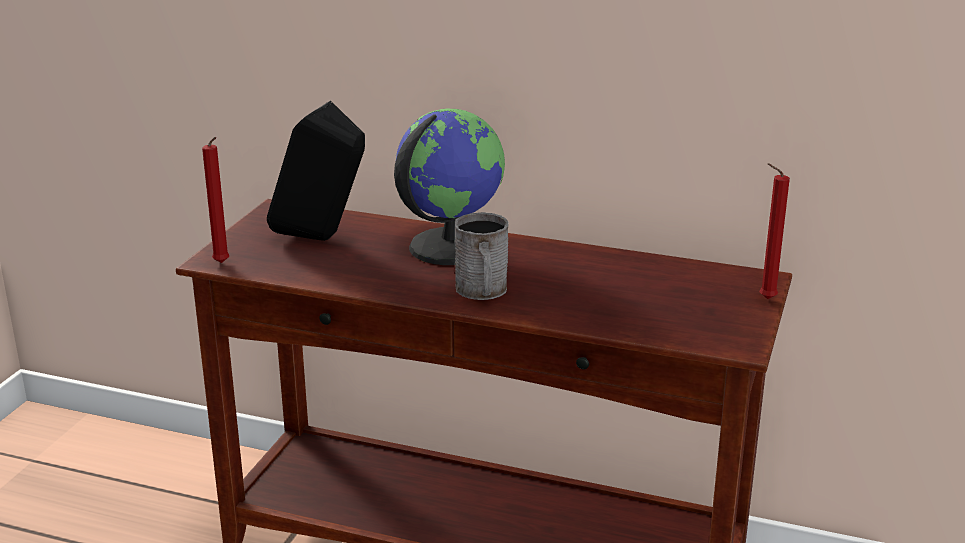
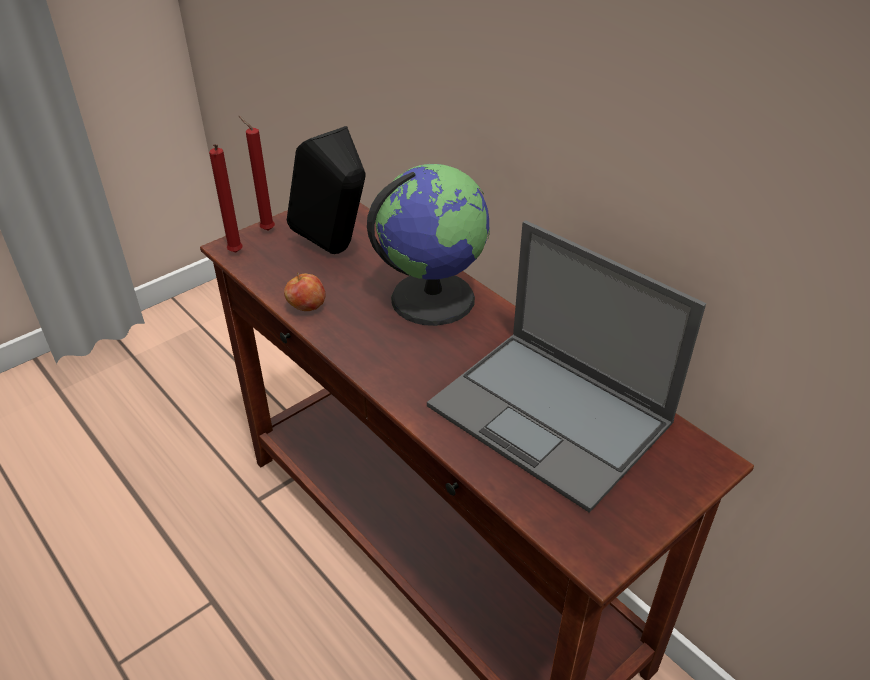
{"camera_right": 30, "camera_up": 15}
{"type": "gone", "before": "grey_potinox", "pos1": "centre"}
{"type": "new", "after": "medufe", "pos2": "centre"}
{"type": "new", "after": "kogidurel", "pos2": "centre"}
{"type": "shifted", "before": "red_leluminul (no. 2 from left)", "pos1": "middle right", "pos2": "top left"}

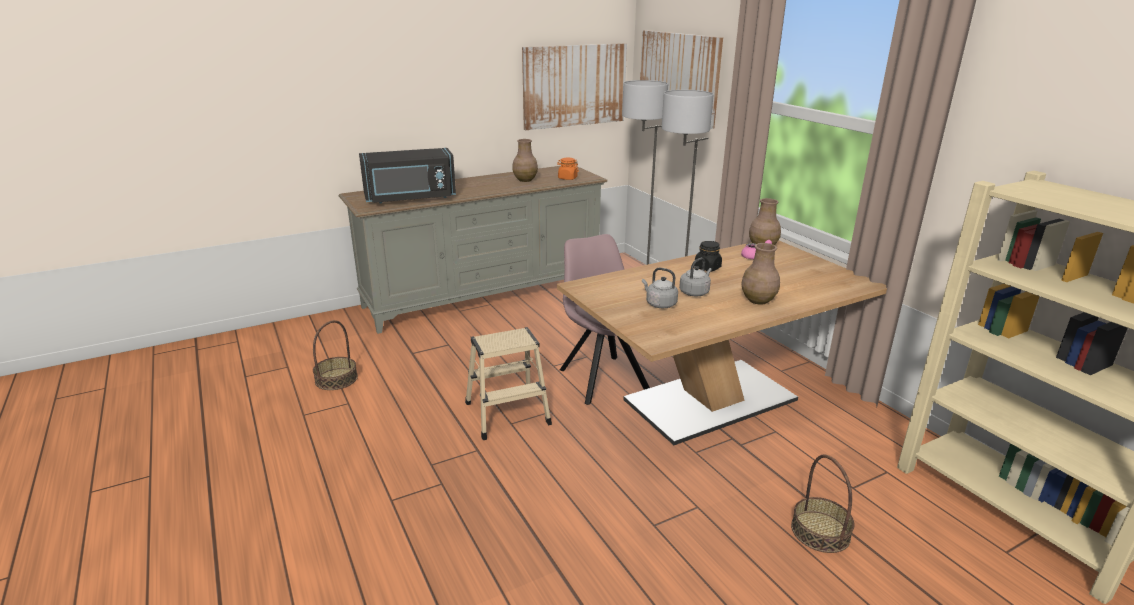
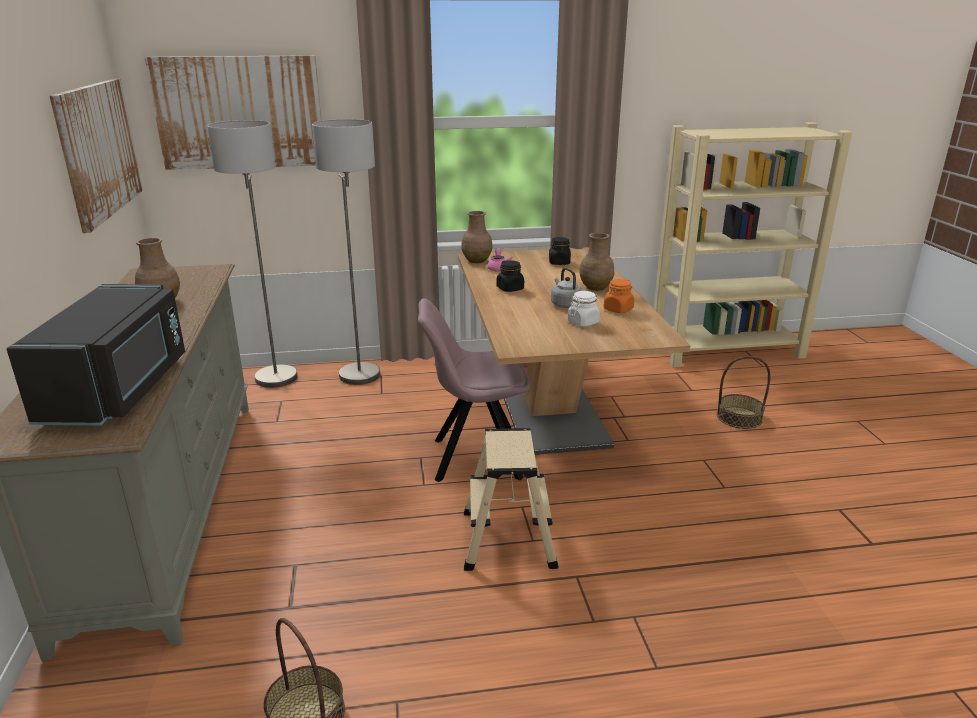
{"camera_right": -70, "camera_up": 0}
{"type": "new", "after": "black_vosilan (no. 2 from left)", "pos2": "centre"}
{"type": "shifted", "before": "orange_vosilan", "pos1": "top centre", "pos2": "centre"}
{"type": "swapped", "before": "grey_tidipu (no. 1 from left)", "after": "white_vosilan", "pos1": "centre", "pos2": "centre"}

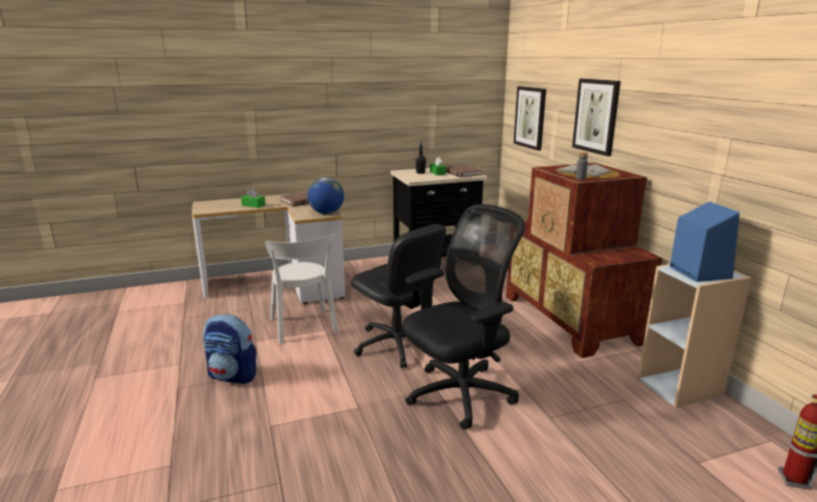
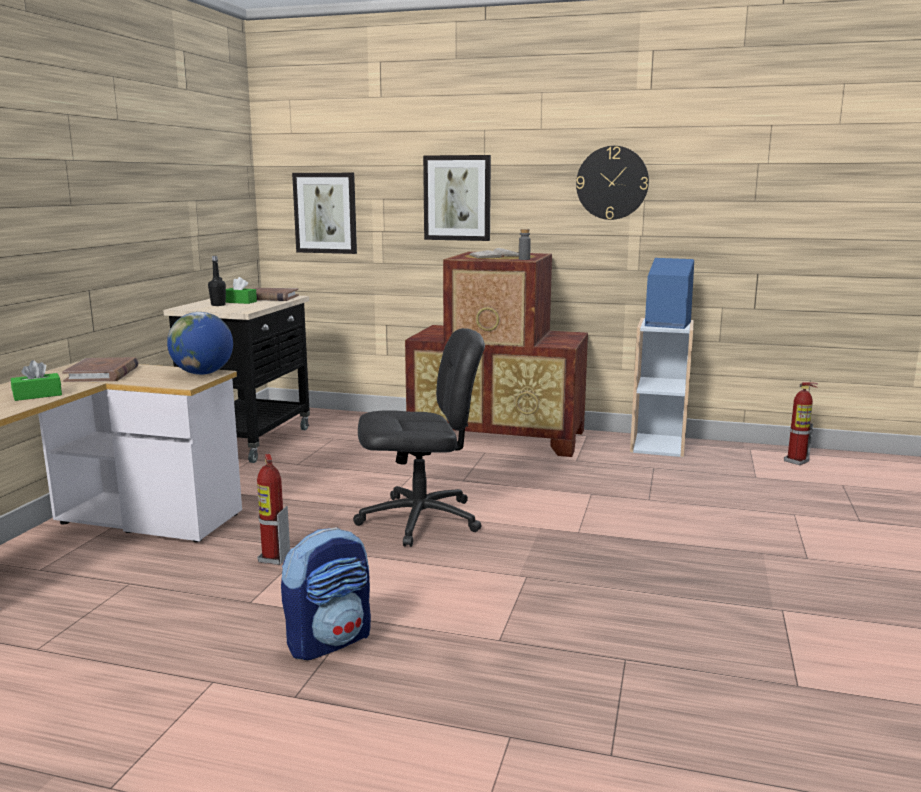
{"camera_right": -55, "camera_up": -5}
{"type": "gone", "before": "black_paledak (no. 2 from left)", "pos1": "centre"}
{"type": "new", "after": "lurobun", "pos2": "top centre"}
{"type": "swapped", "before": "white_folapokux", "after": "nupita (no. 1 from left)", "pos1": "centre", "pos2": "middle left"}

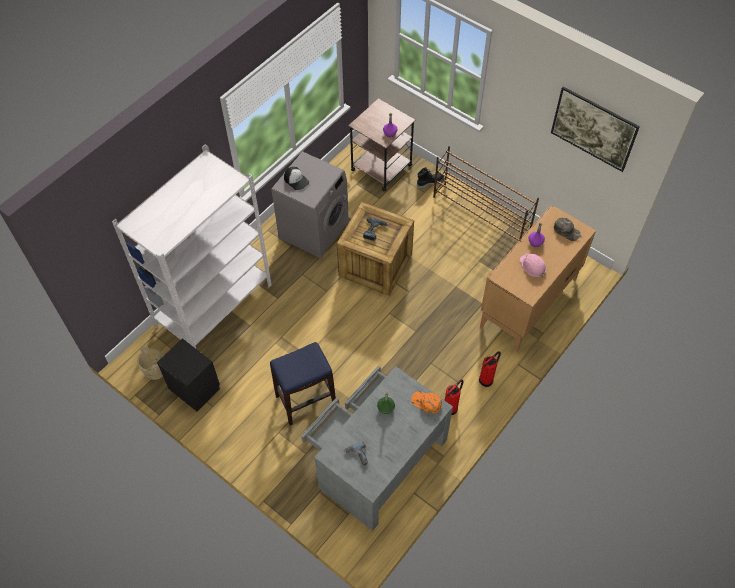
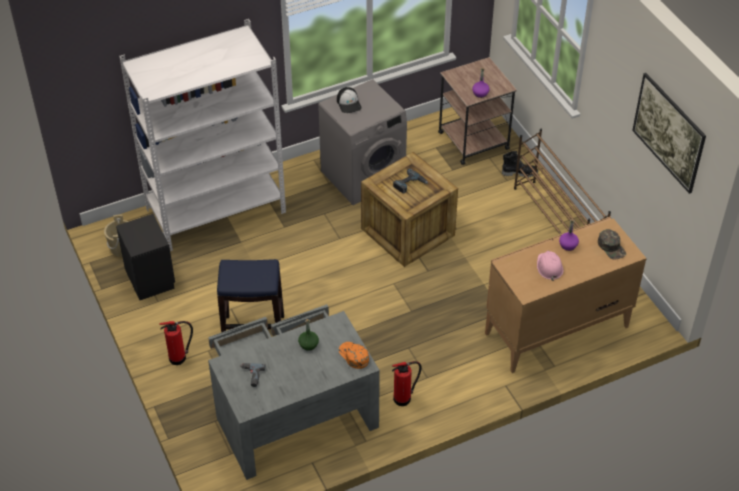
{"camera_right": 25, "camera_up": -10}
{"type": "shifted", "before": "nupita (no. 2 from left in the first image)", "after": "nupita (no. 1 from left)", "pos1": "middle right", "pos2": "bottom left"}

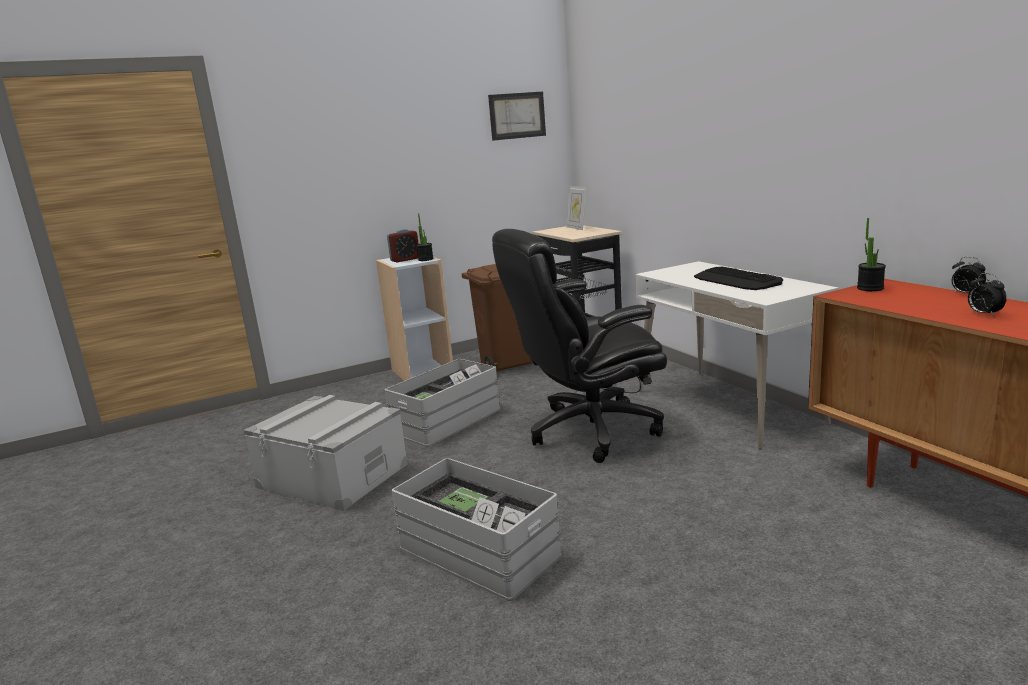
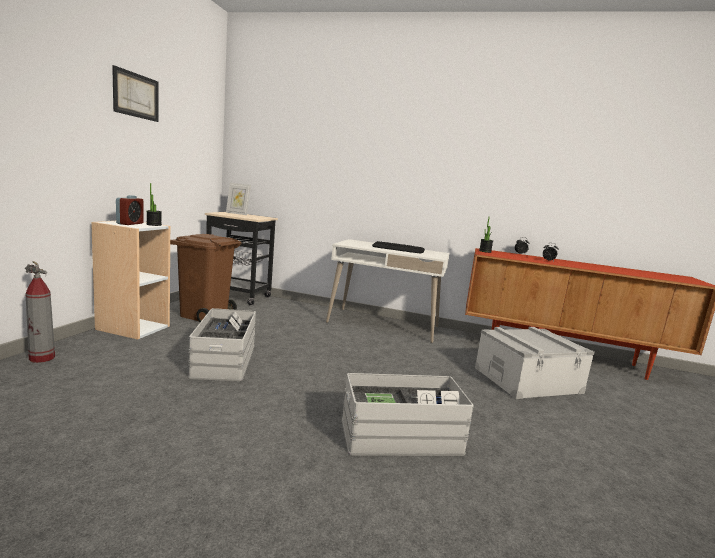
{"camera_right": -50, "camera_up": -5}
{"type": "gone", "before": "black_paledak", "pos1": "centre"}
{"type": "new", "after": "nupita", "pos2": "middle left"}
{"type": "shifted", "before": "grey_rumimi (no. 1 from left in the first image)", "after": "grey_rumimi (no. 3 from left)", "pos1": "middle left", "pos2": "middle right"}
{"type": "shifted", "before": "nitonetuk", "pos1": "top centre", "pos2": "top left"}

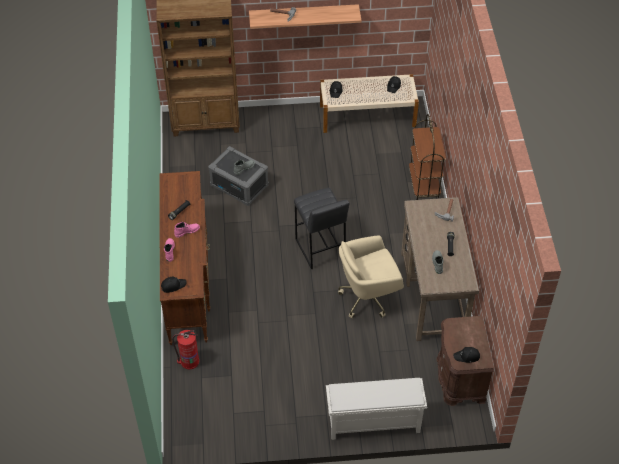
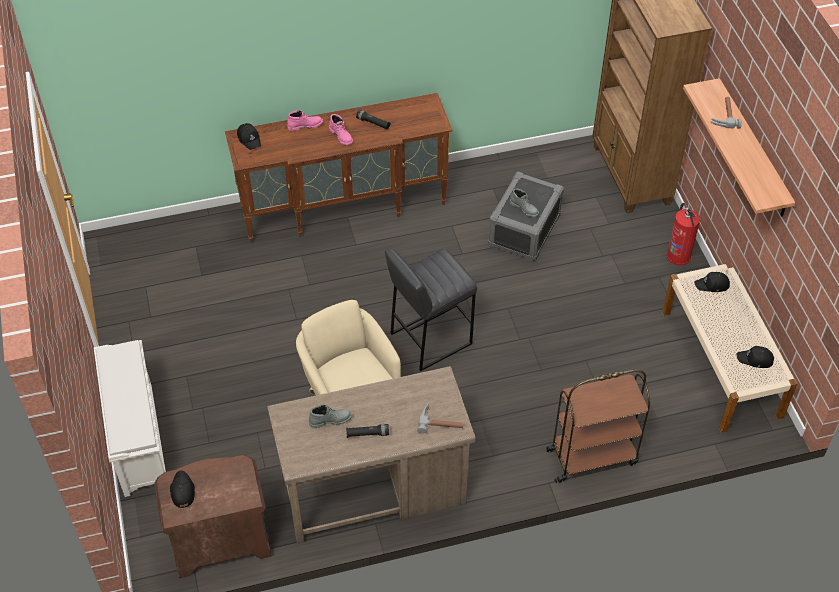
{"camera_right": 80, "camera_up": 0}
{"type": "shifted", "before": "nupita", "pos1": "bottom left", "pos2": "middle right"}

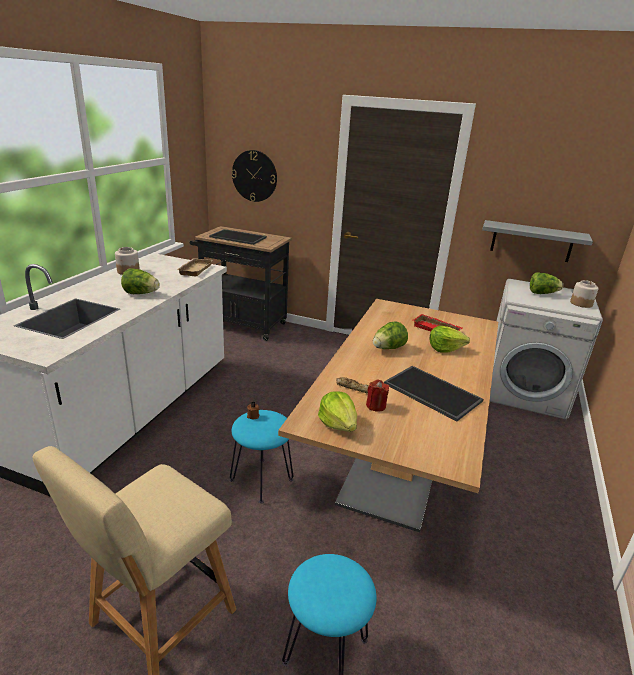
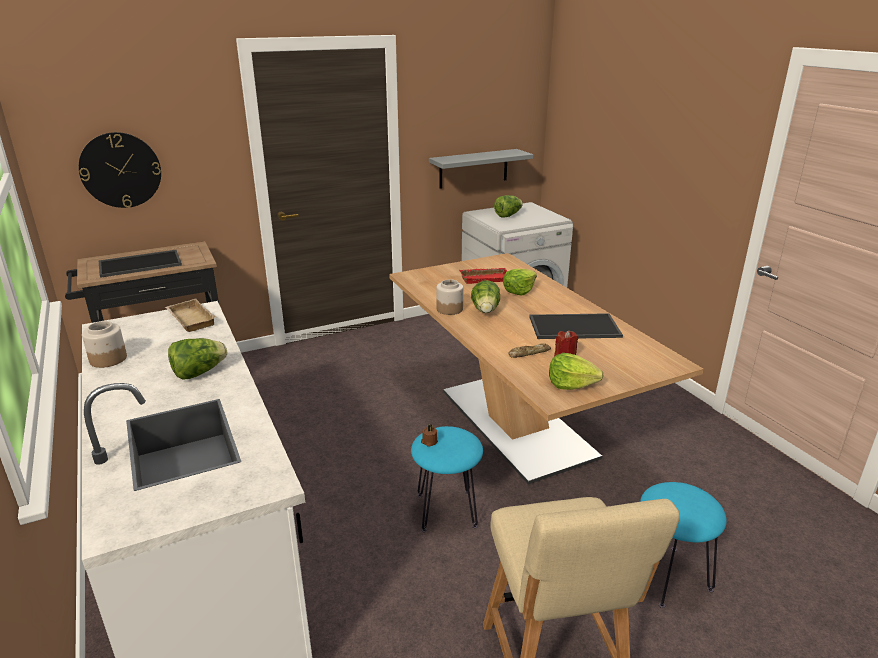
{"camera_right": -45, "camera_up": 0}
{"type": "shifted", "before": "vosilan (no. 2 from left)", "pos1": "middle right", "pos2": "centre"}

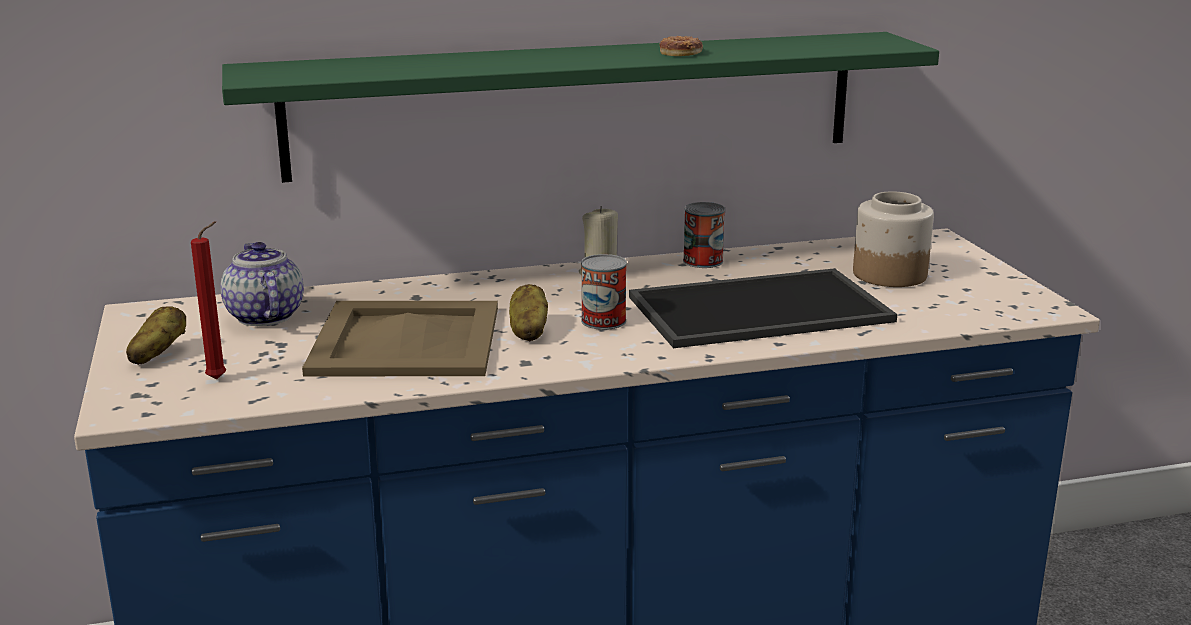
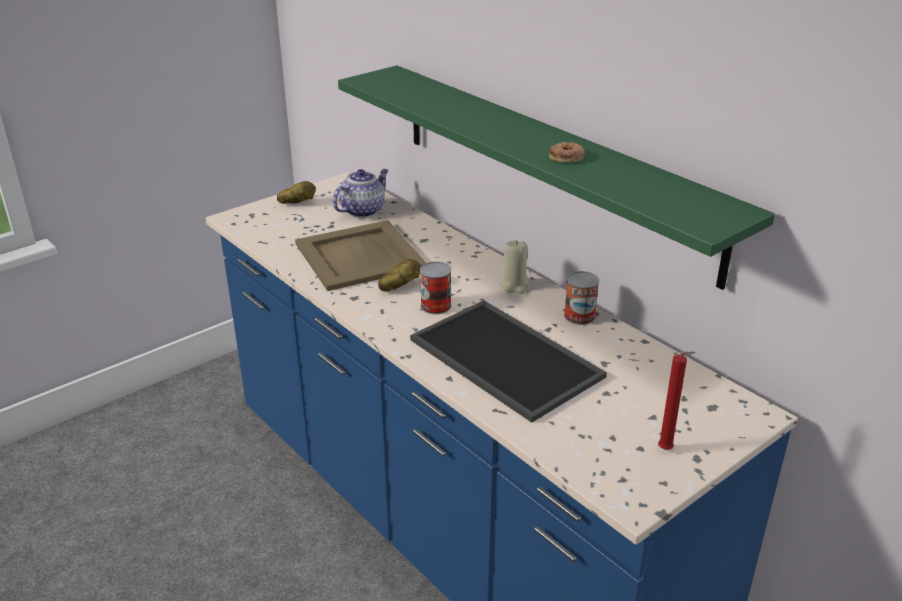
{"camera_right": 65, "camera_up": 10}
{"type": "gone", "before": "vosilan", "pos1": "middle right"}
{"type": "shifted", "before": "red_leluminul", "pos1": "middle left", "pos2": "bottom right"}

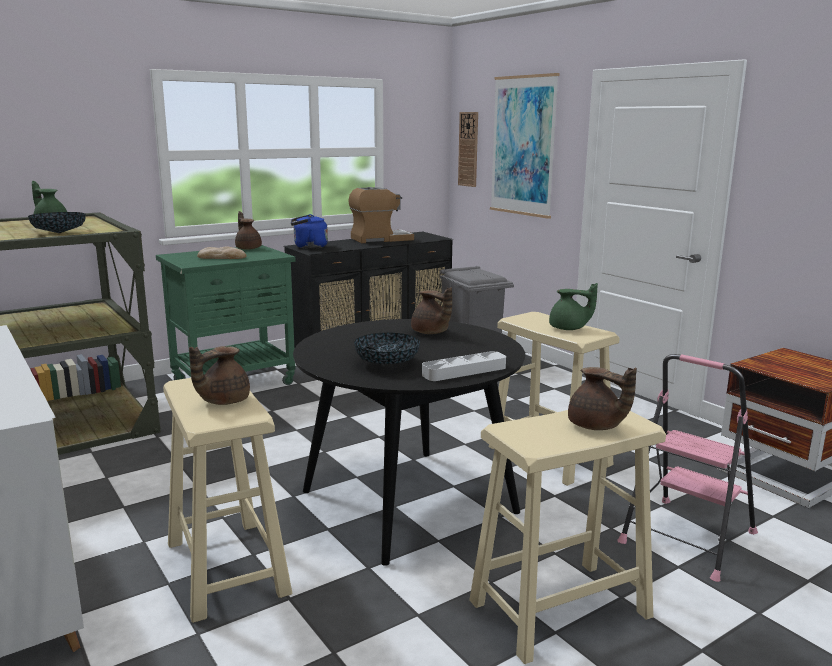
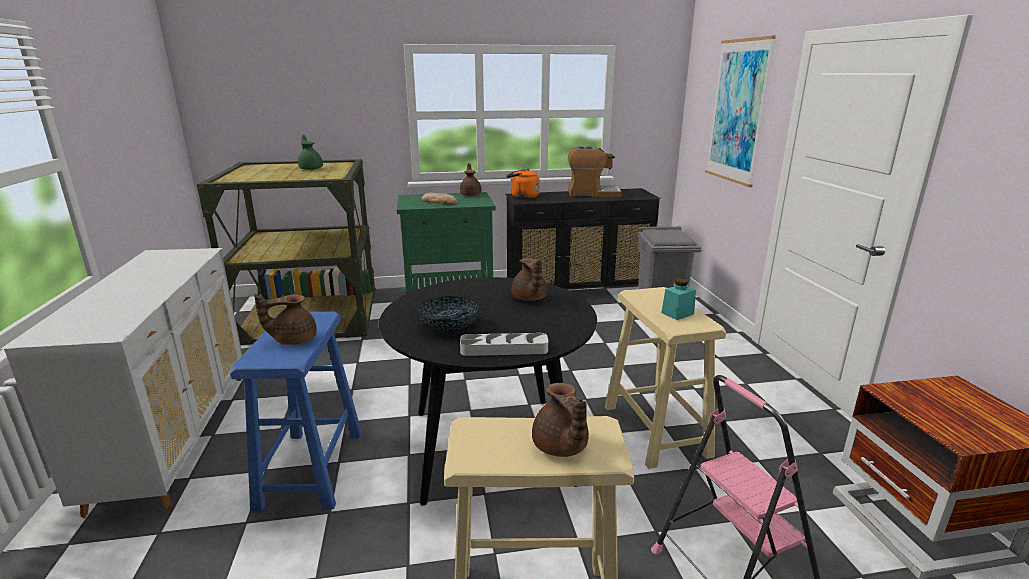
{"camera_right": 25, "camera_up": 5}
{"type": "gone", "before": "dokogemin (no. 1 from left)", "pos1": "middle left"}
{"type": "gone", "before": "lurobun", "pos1": "top centre"}
{"type": "swapped", "before": "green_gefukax (no. 2 from left)", "after": "turquoise_vosilan", "pos1": "middle right", "pos2": "centre"}
{"type": "repainted", "before": "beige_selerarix (no. 1 from left)", "after": "blue_selerarix", "pos1": "bottom left", "pos2": "bottom left"}
{"type": "repainted", "before": "blue_tidipu", "after": "orange_tidipu", "pos1": "centre", "pos2": "top centre"}

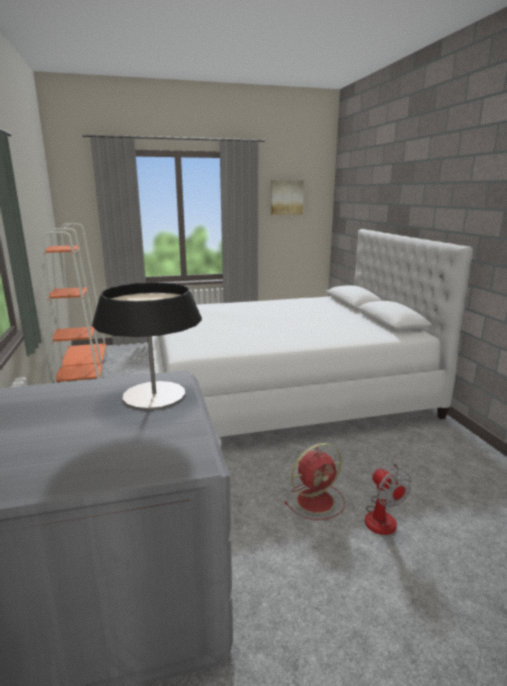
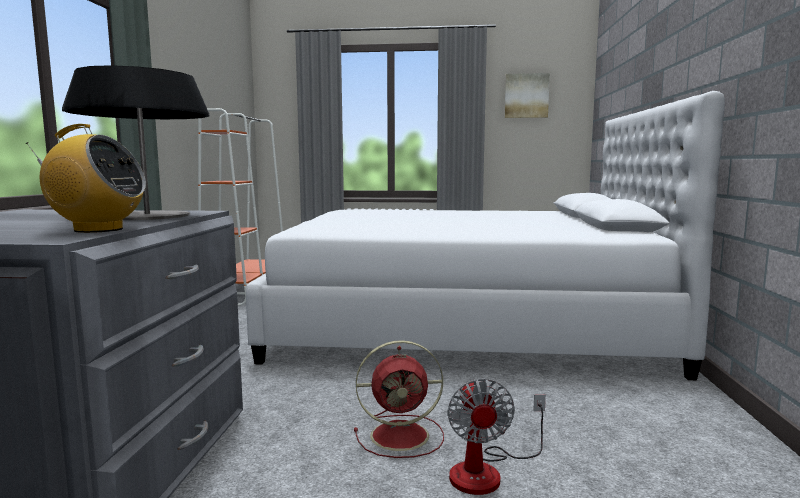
{"camera_right": 20, "camera_up": -10}
{"type": "new", "after": "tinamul", "pos2": "middle left"}

